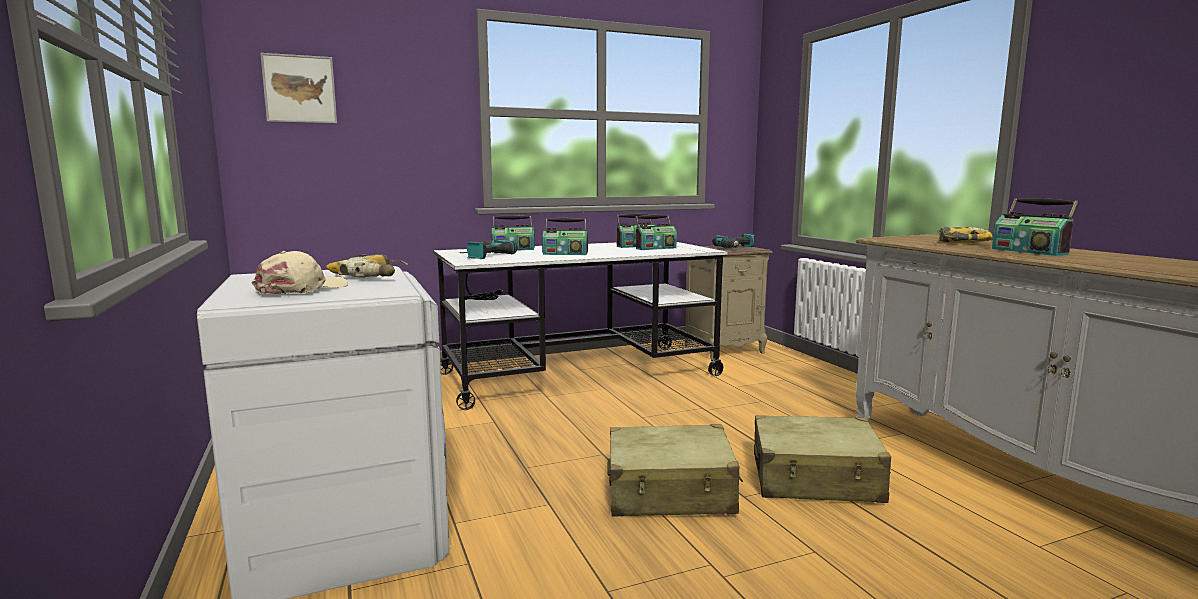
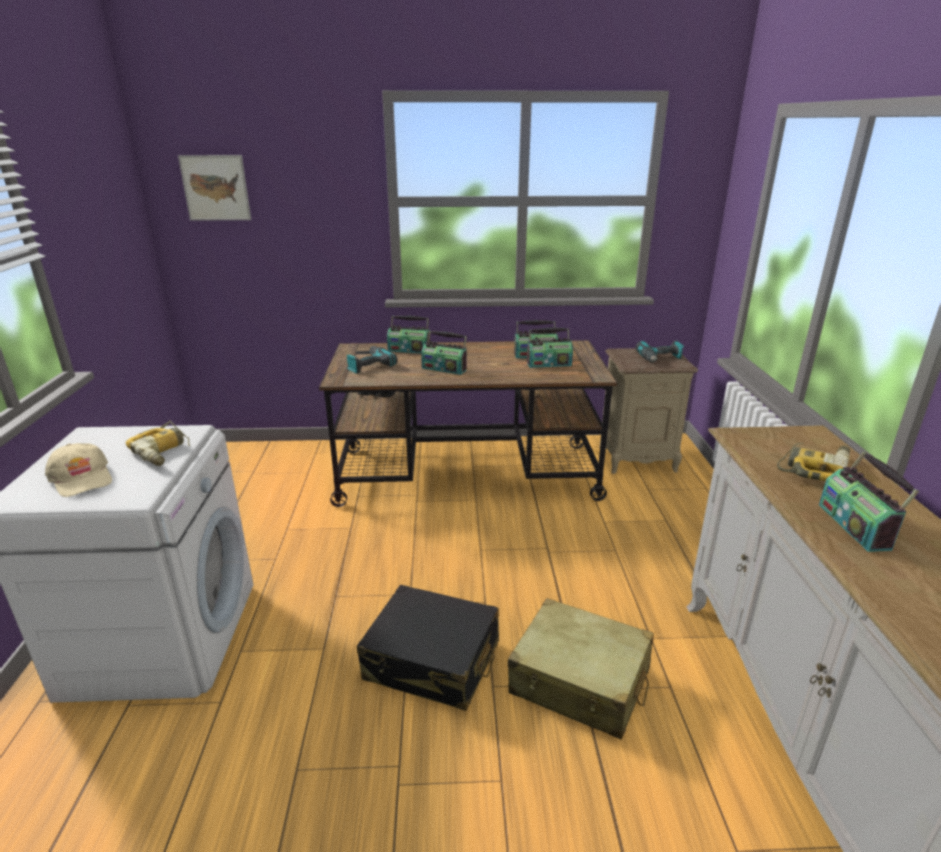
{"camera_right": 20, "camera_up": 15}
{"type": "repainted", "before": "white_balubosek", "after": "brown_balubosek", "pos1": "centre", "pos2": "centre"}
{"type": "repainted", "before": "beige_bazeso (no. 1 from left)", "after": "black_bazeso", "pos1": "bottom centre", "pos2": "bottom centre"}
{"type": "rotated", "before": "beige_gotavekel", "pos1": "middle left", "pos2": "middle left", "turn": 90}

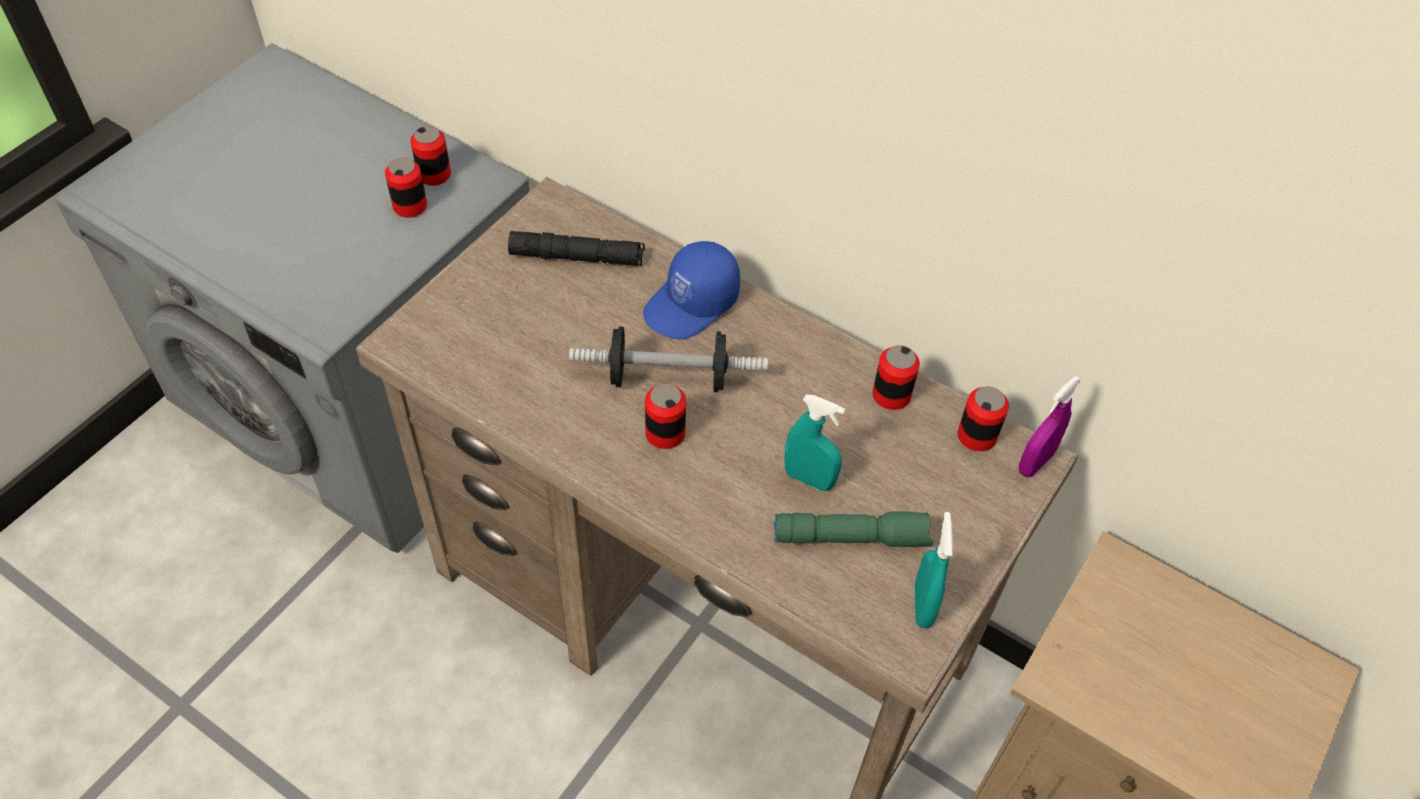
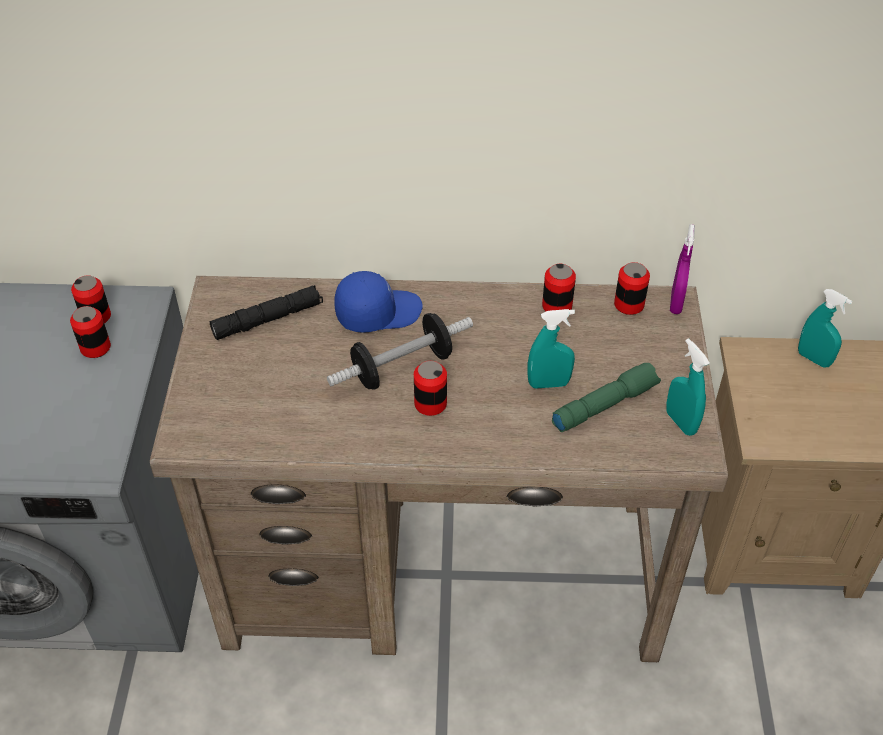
{"camera_right": -30, "camera_up": -5}
{"type": "new", "after": "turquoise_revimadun (no. 3 from left)", "pos2": "middle right"}
{"type": "rotated", "before": "blue_gotavekel", "pos1": "centre", "pos2": "centre", "turn": -120}

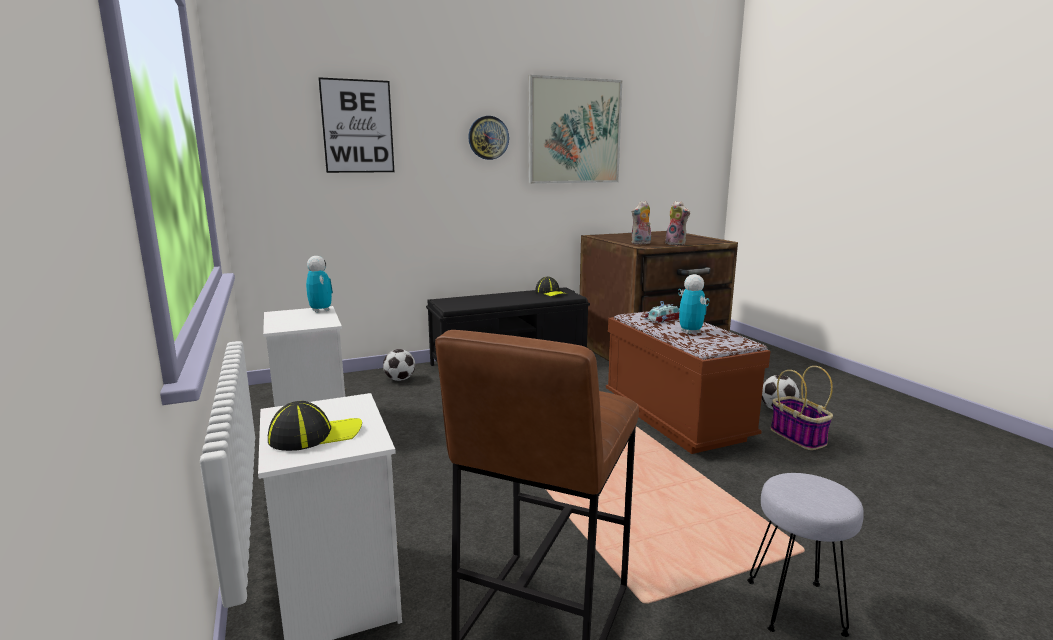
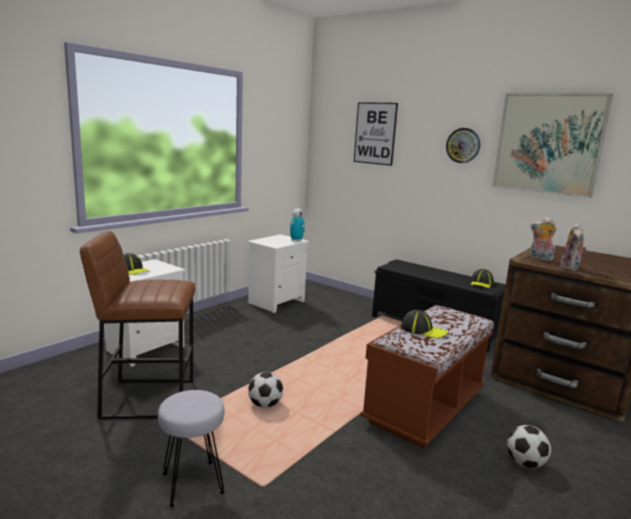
{"camera_right": 60, "camera_up": 0}
{"type": "gone", "before": "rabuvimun", "pos1": "centre"}
{"type": "gone", "before": "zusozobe", "pos1": "middle right"}
{"type": "shifted", "before": "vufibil (no. 1 from left)", "pos1": "centre", "pos2": "bottom centre"}
{"type": "swapped", "before": "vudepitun (no. 2 from left)", "after": "gotavekel (no. 2 from left)", "pos1": "centre", "pos2": "middle right"}

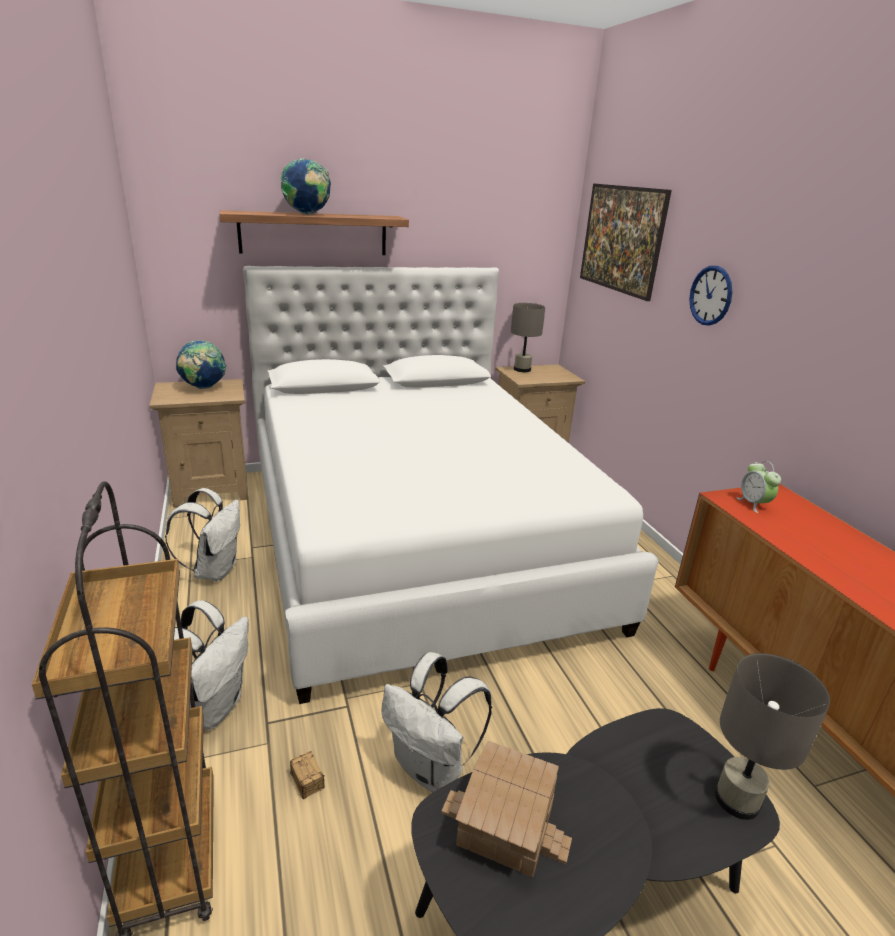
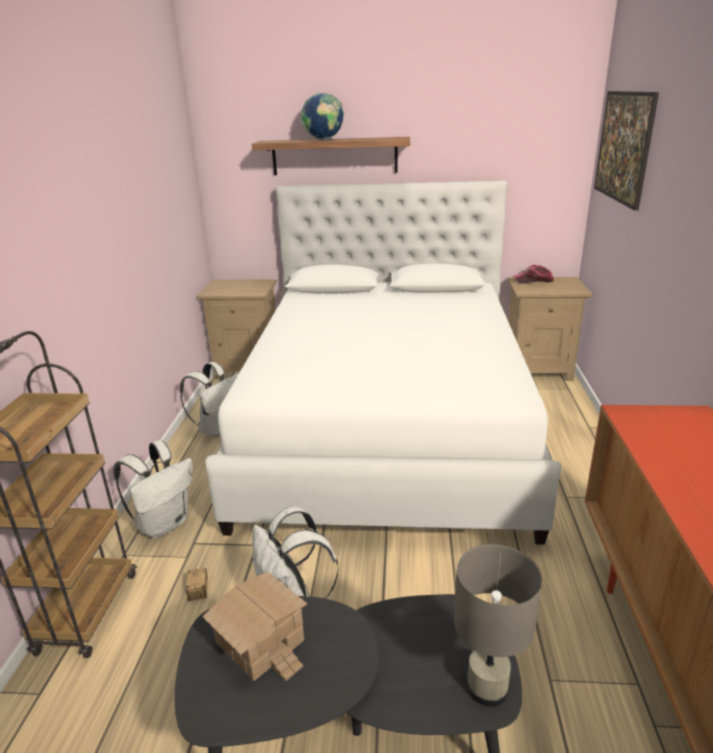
{"camera_right": 25, "camera_up": 0}
{"type": "gone", "before": "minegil (no. 1 from left)", "pos1": "middle left"}
{"type": "gone", "before": "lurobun", "pos1": "top right"}
{"type": "gone", "before": "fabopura", "pos1": "middle right"}
{"type": "swapped", "before": "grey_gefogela (no. 1 from left)", "after": "gotavekel", "pos1": "centre", "pos2": "middle right"}

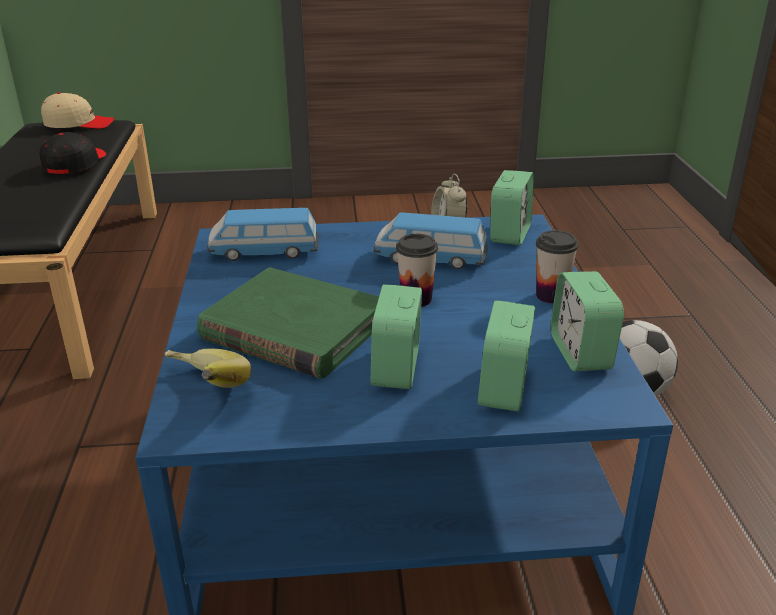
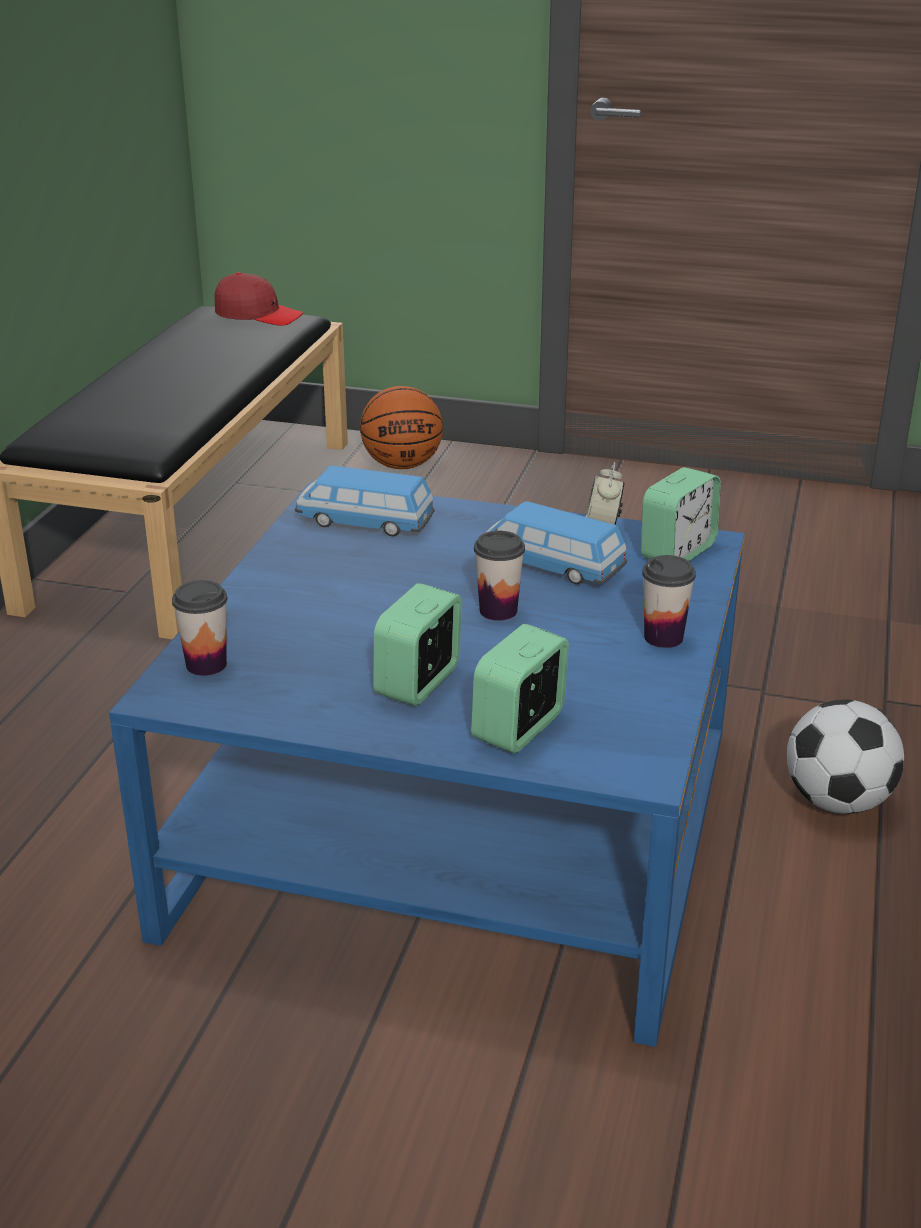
{"camera_right": 20, "camera_up": 0}
{"type": "gone", "before": "black_gotavekel", "pos1": "top left"}
{"type": "gone", "before": "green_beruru", "pos1": "centre"}
{"type": "gone", "before": "fabopura (no. 5 from left)", "pos1": "middle right"}
{"type": "new", "after": "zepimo", "pos2": "centre"}
{"type": "swapped", "before": "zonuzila", "after": "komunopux (no. 1 from left)", "pos1": "middle left", "pos2": "middle left"}
{"type": "repainted", "before": "beige_gotavekel", "after": "red_gotavekel", "pos1": "top left", "pos2": "top left"}

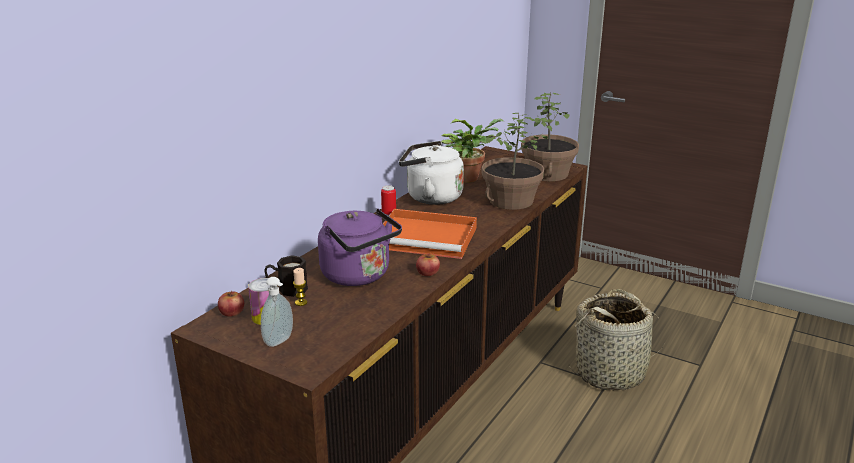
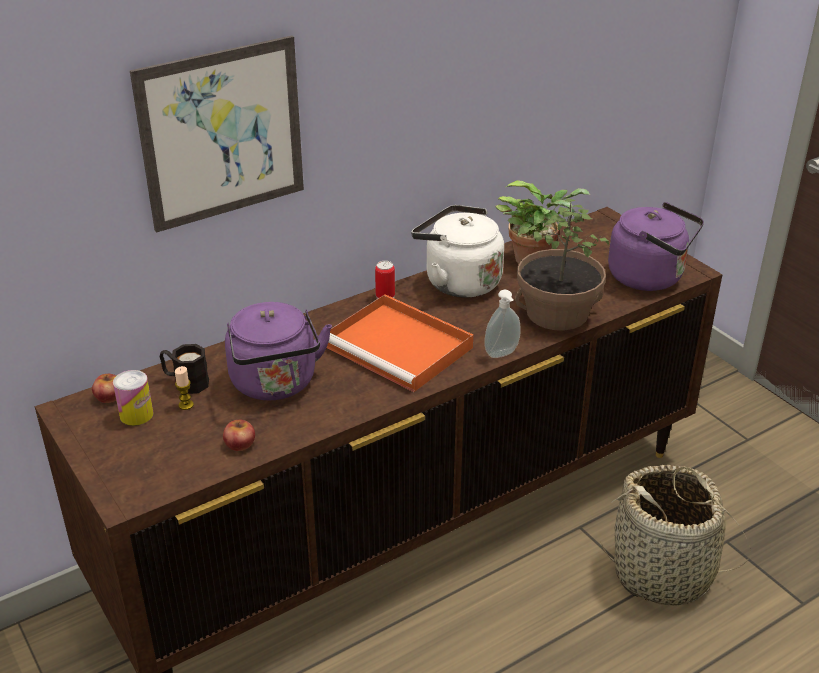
{"camera_right": 25, "camera_up": 10}
{"type": "new", "after": "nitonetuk", "pos2": "top left"}
{"type": "shifted", "before": "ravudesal", "pos1": "bottom left", "pos2": "centre"}
{"type": "shifted", "before": "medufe (no. 2 from left)", "pos1": "centre", "pos2": "middle left"}
{"type": "swapped", "before": "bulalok (no. 3 from left)", "after": "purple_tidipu (no. 2 from left)", "pos1": "top centre", "pos2": "middle right"}

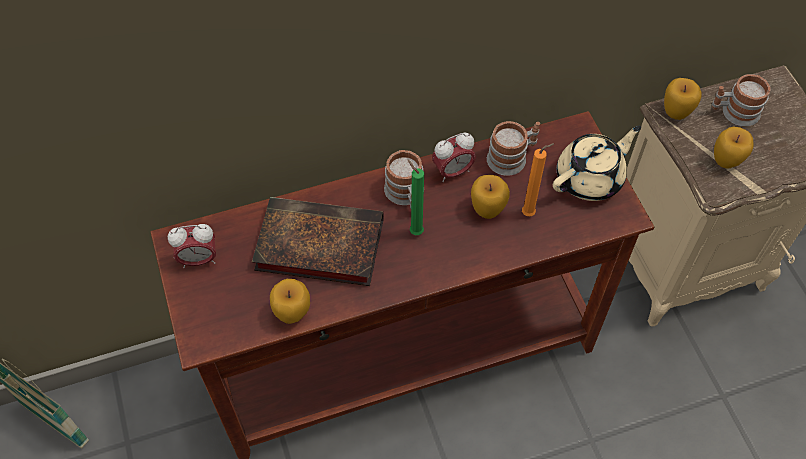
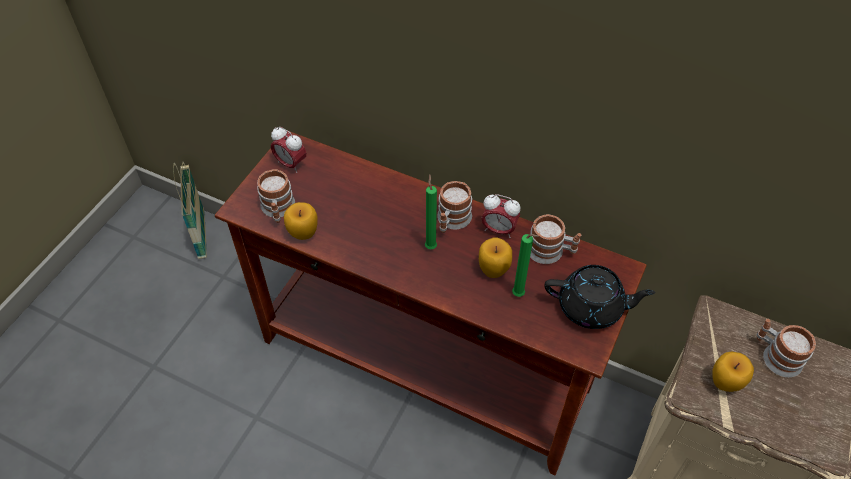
{"camera_right": 45, "camera_up": -5}
{"type": "gone", "before": "beruru", "pos1": "centre"}
{"type": "gone", "before": "medufe (no. 3 from left)", "pos1": "top right"}
{"type": "new", "after": "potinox (no. 1 from left)", "pos2": "middle left"}
{"type": "repainted", "before": "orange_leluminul", "after": "green_leluminul (no. 2 from left)", "pos1": "middle right", "pos2": "centre"}
{"type": "repainted", "before": "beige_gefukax", "after": "black_gefukax", "pos1": "middle right", "pos2": "middle right"}

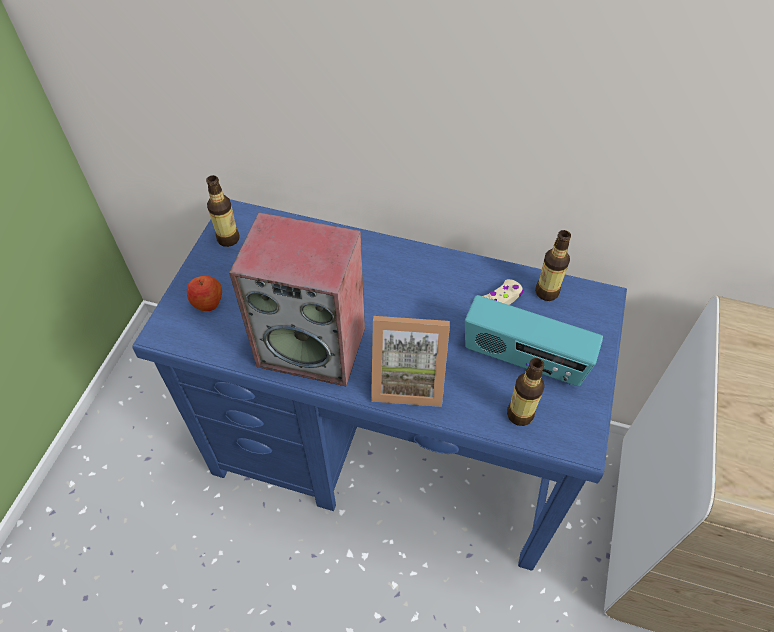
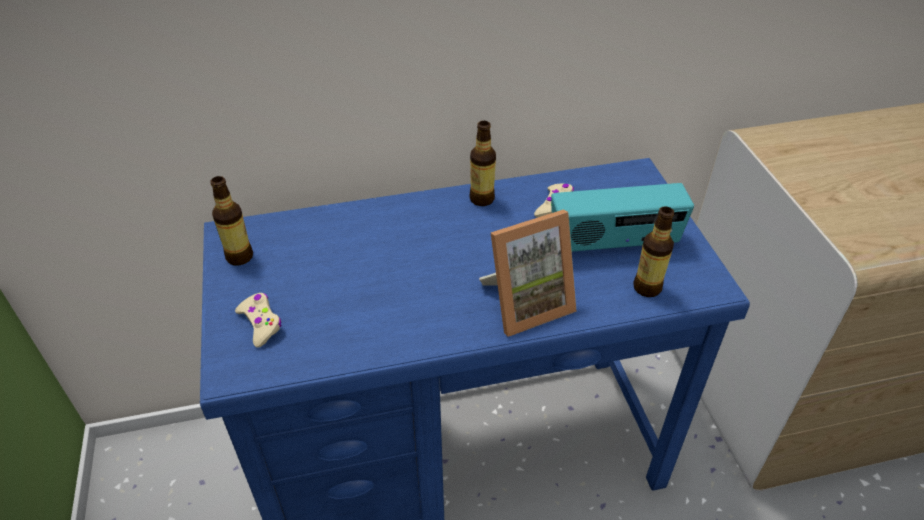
{"camera_right": -30, "camera_up": -10}
{"type": "gone", "before": "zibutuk", "pos1": "centre"}
{"type": "shifted", "before": "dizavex (no. 3 from left in the first image)", "after": "dizavex (no. 2 from left)", "pos1": "middle right", "pos2": "top centre"}
{"type": "swapped", "before": "medufe", "after": "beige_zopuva (no. 1 from left)", "pos1": "middle left", "pos2": "middle left"}

